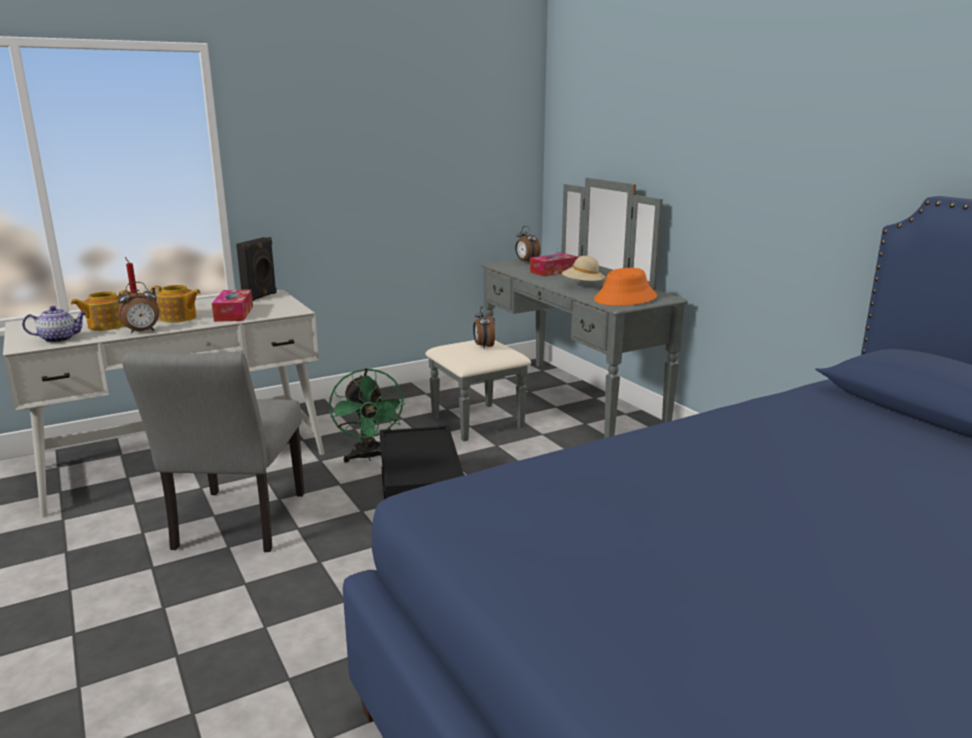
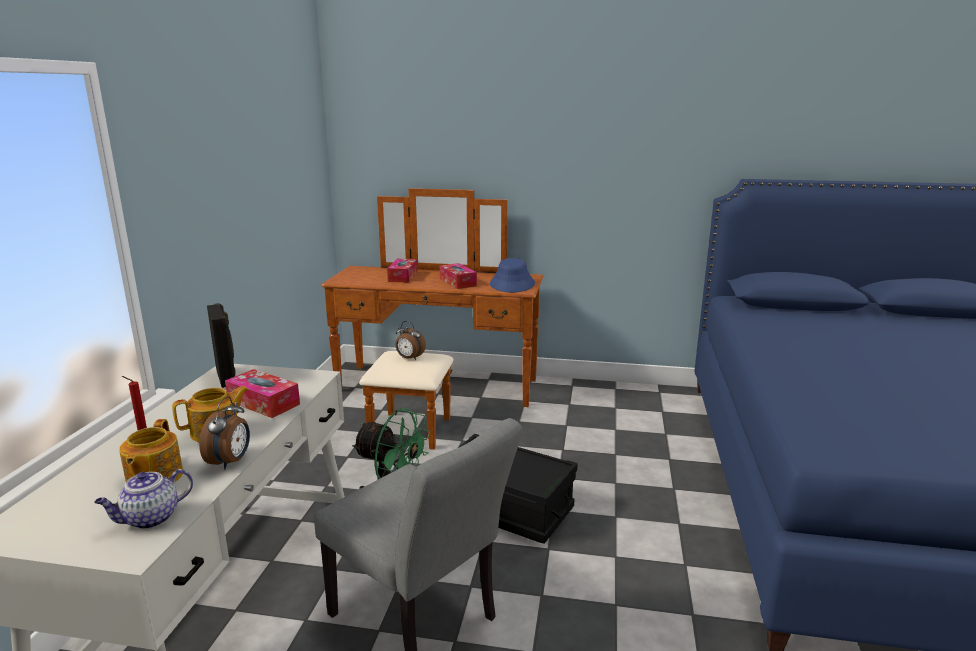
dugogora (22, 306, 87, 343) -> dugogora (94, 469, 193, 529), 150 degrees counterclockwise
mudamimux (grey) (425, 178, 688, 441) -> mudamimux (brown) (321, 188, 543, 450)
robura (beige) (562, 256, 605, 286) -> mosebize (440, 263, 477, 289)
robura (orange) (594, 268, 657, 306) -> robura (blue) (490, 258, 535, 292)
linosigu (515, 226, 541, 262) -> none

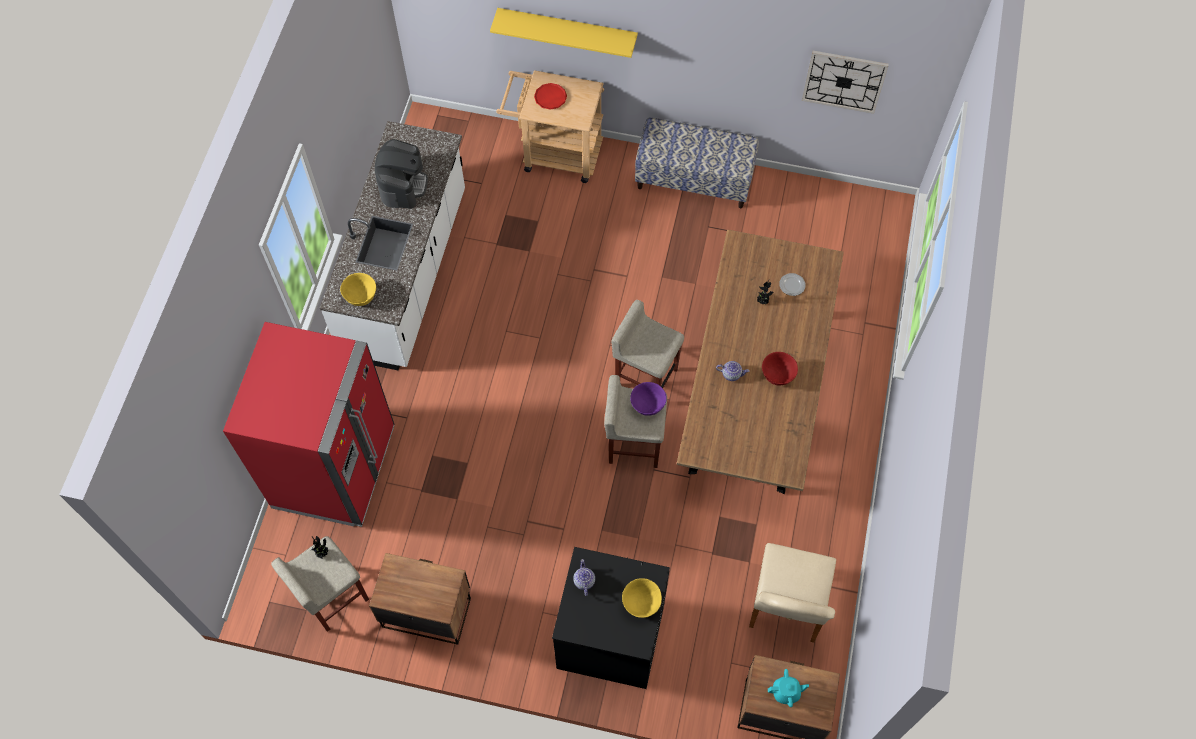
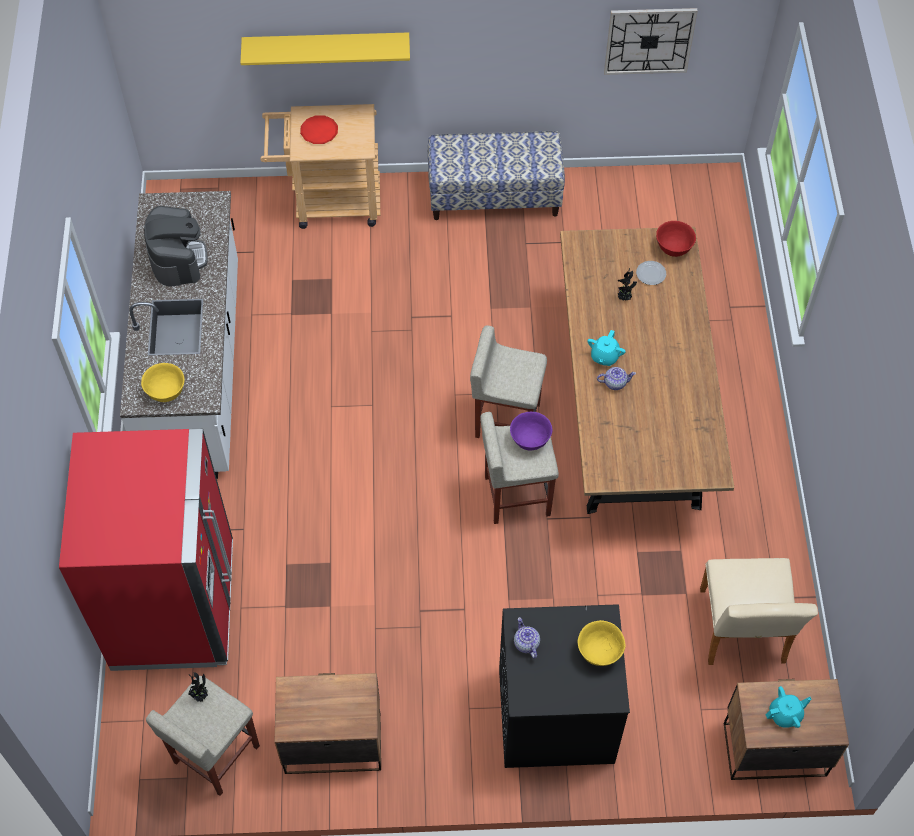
none -> dugogora (turquoise) (587, 330, 626, 366)
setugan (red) (762, 352, 798, 385) -> setugan (red) (656, 221, 696, 257), move

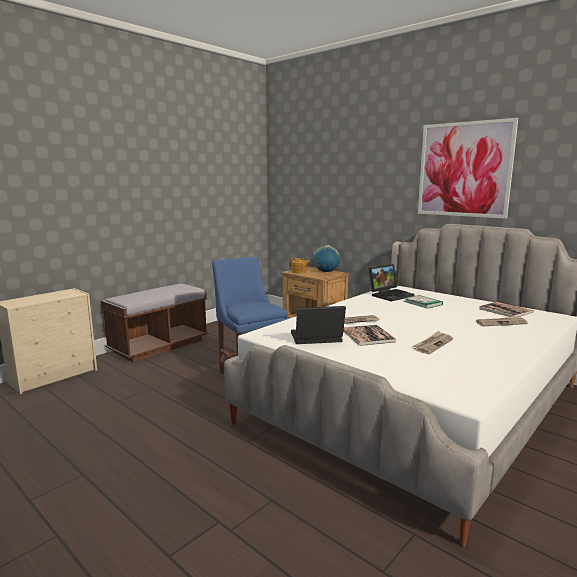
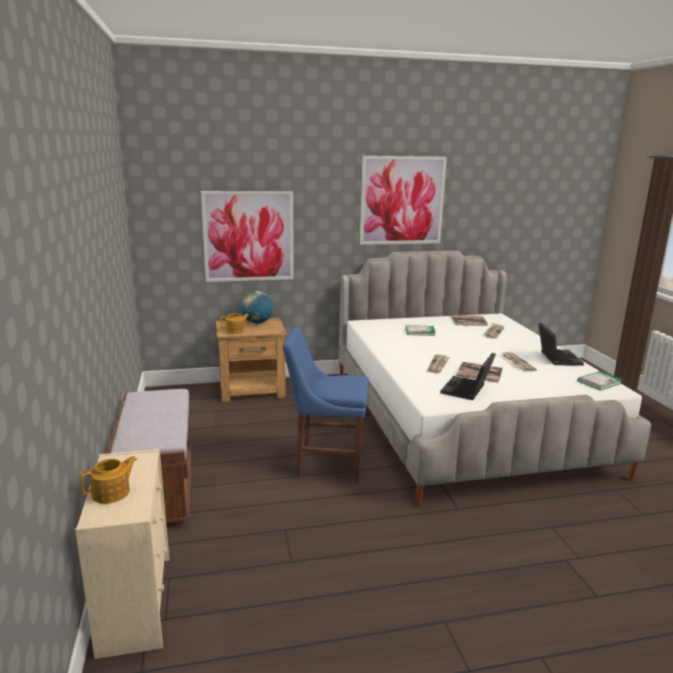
none -> dugogora (79, 456, 138, 504)
none -> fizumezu (201, 191, 294, 282)
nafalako (369, 264, 415, 302) -> nafalako (538, 323, 584, 366), move
none -> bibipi (578, 371, 623, 390)

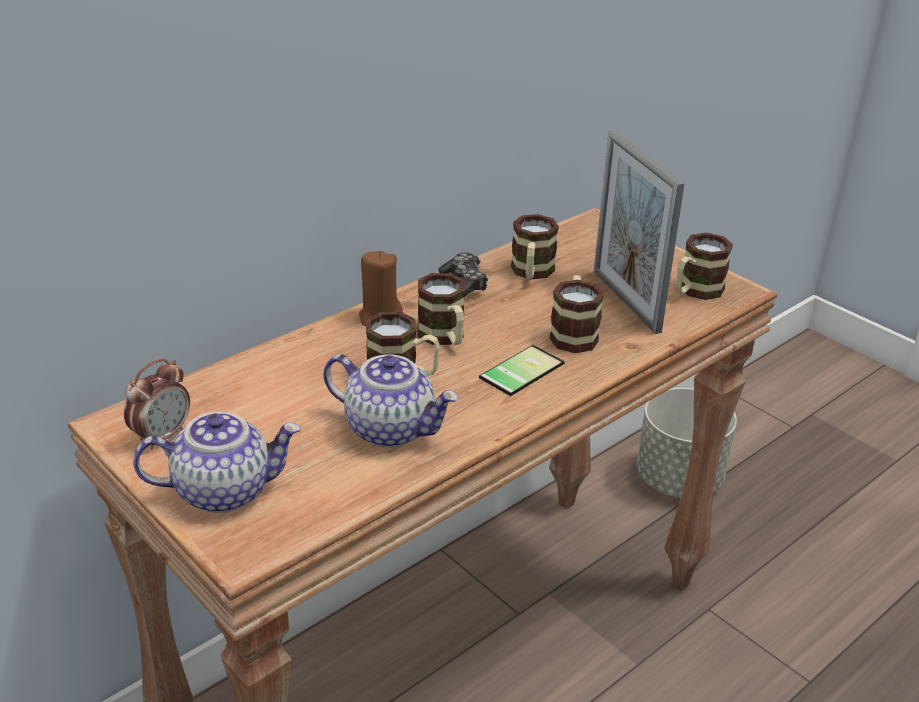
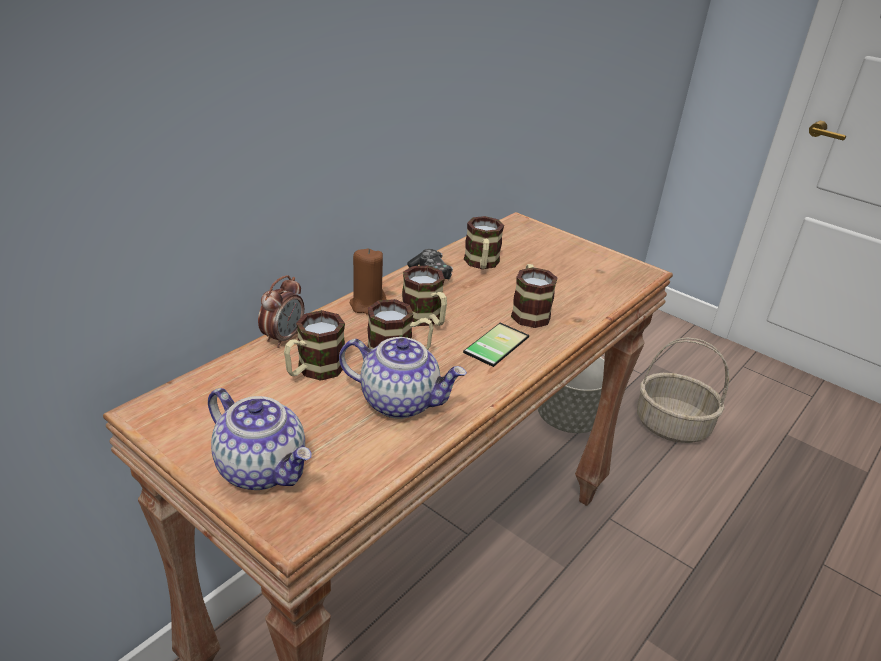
dugogora (133, 412, 301, 513) -> dugogora (208, 388, 311, 490), 60 degrees clockwise
linosigu (124, 358, 190, 450) -> linosigu (258, 275, 304, 348), move
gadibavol (676, 233, 733, 300) -> gadibavol (284, 310, 345, 381), move
none -> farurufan (637, 338, 729, 443)
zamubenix (594, 130, 685, 334) -> none

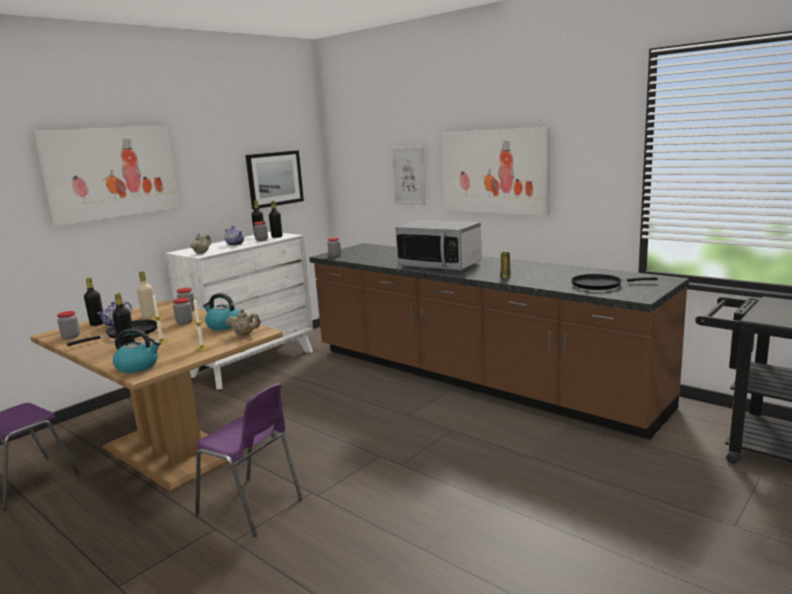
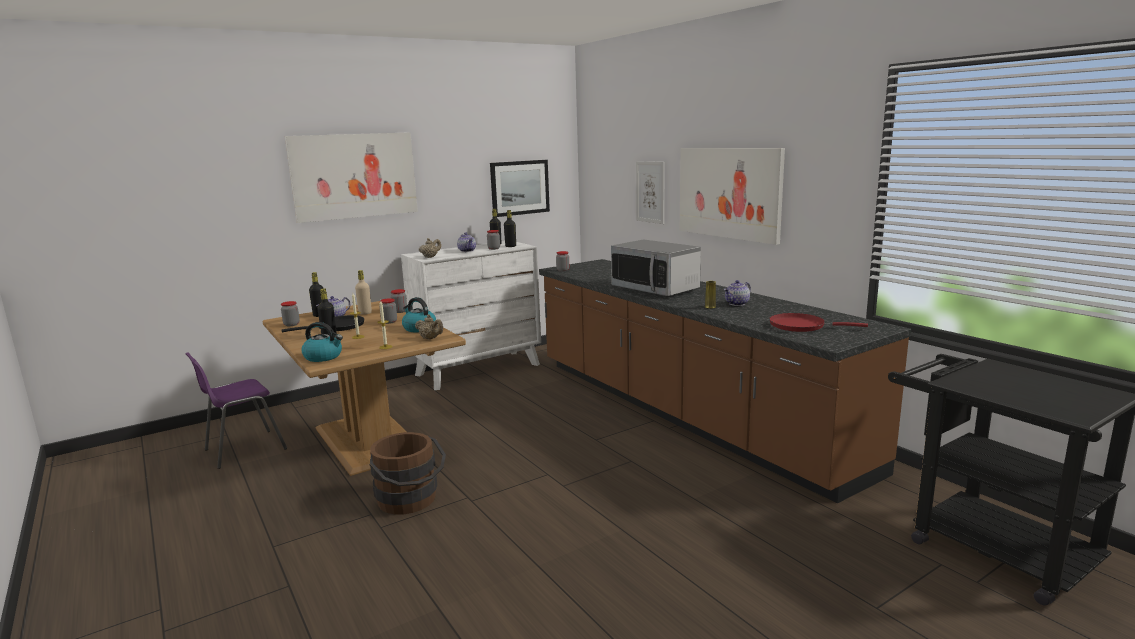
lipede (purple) (195, 383, 303, 537) -> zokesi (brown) (370, 432, 446, 514)
none -> dugogora (724, 280, 751, 306)
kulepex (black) (571, 274, 658, 290) -> kulepex (red) (769, 313, 868, 332)

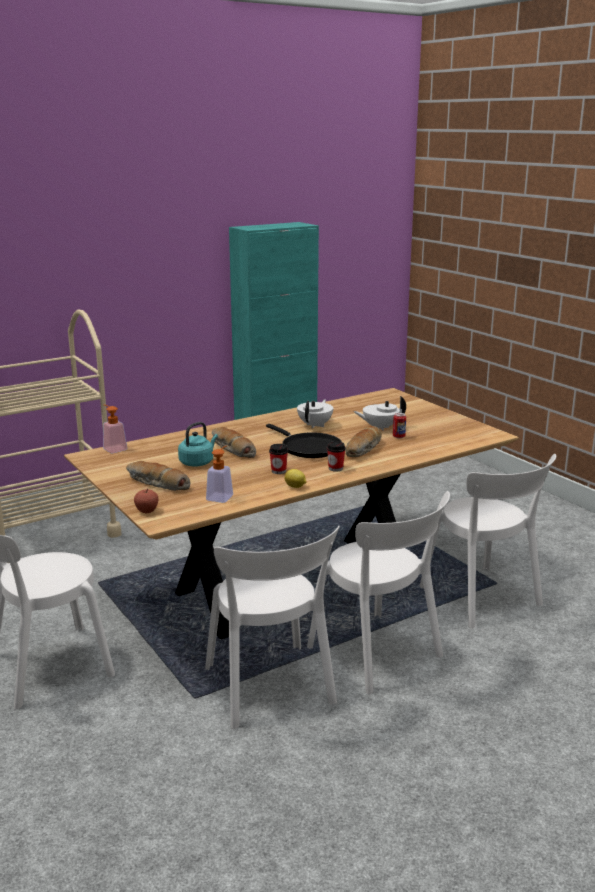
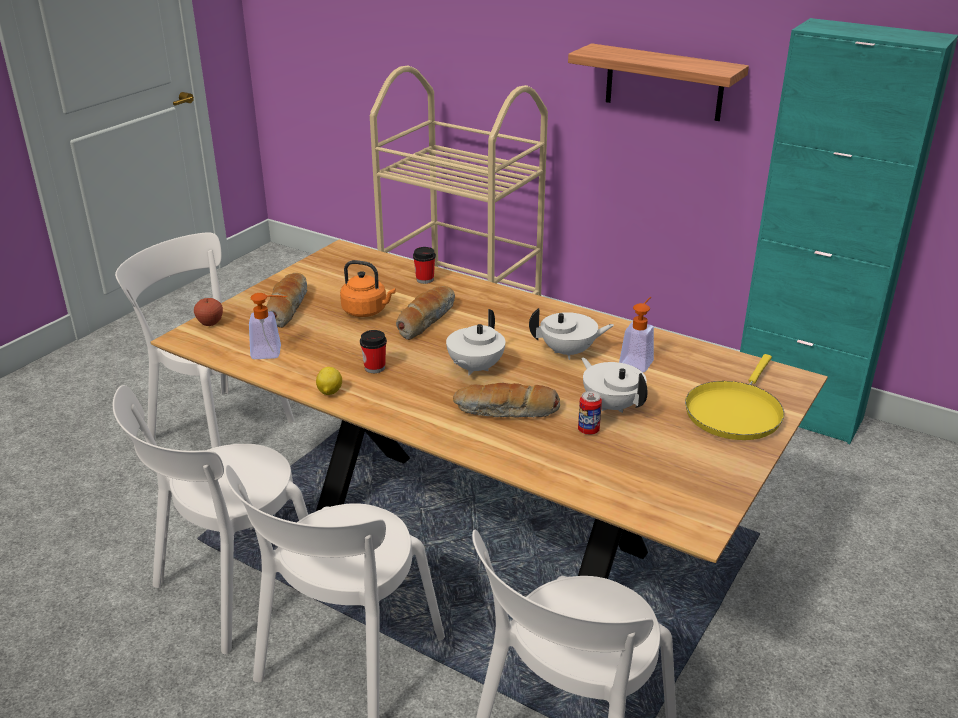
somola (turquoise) (178, 422, 218, 467) -> somola (orange) (340, 260, 396, 317)
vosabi (327, 441, 346, 472) -> vosabi (413, 247, 436, 284), move
kulepex (black) (266, 424, 342, 458) -> dugogora (white) (446, 309, 505, 376)
none -> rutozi (568, 43, 749, 121)
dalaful (103, 405, 127, 453) -> dalaful (619, 297, 654, 372), move
none -> kulepex (yellow) (685, 354, 784, 440)

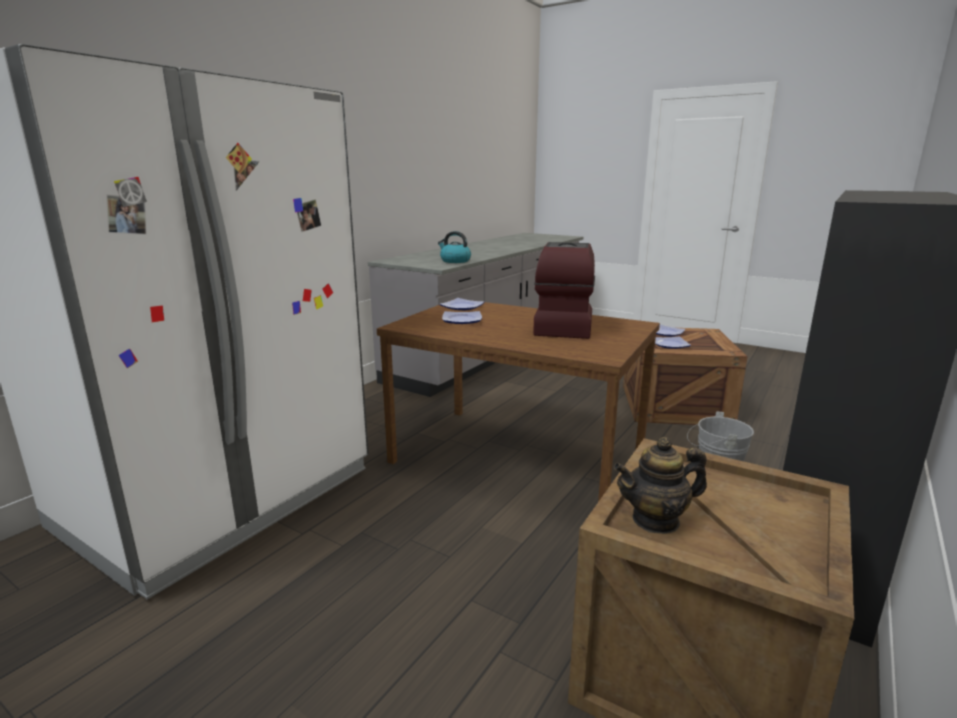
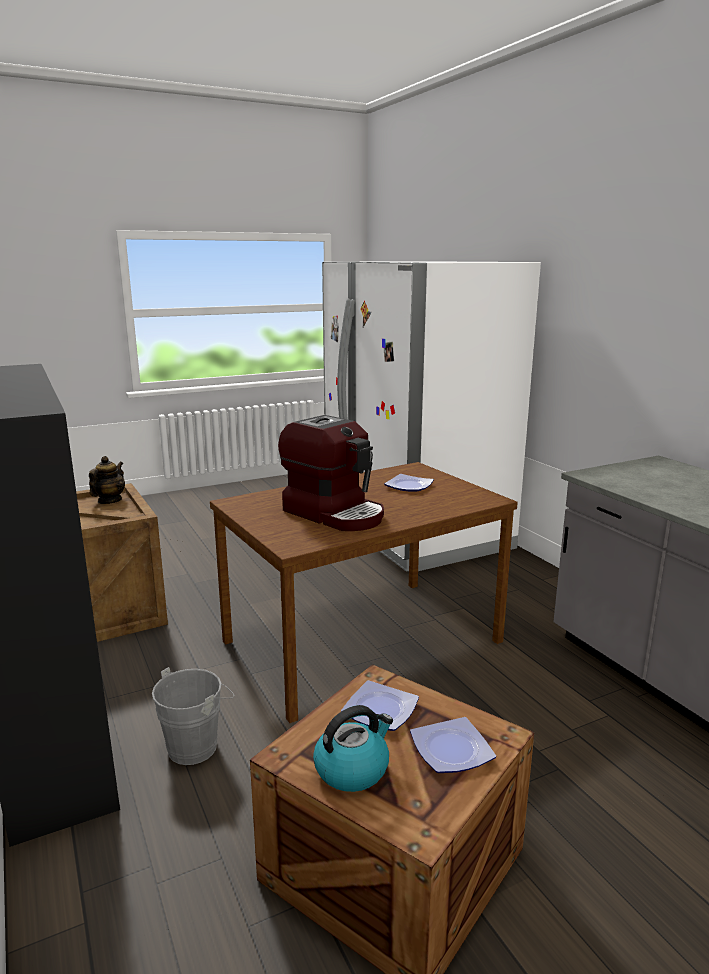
somola (438, 231, 471, 263) -> somola (313, 705, 393, 792), move
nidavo (440, 298, 485, 310) -> none

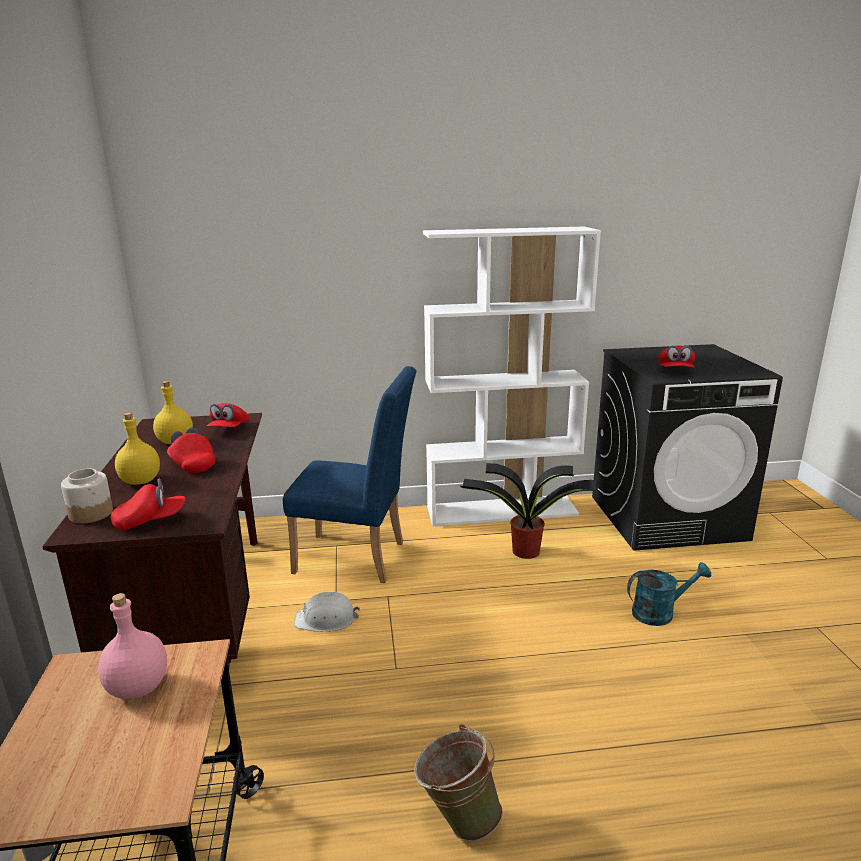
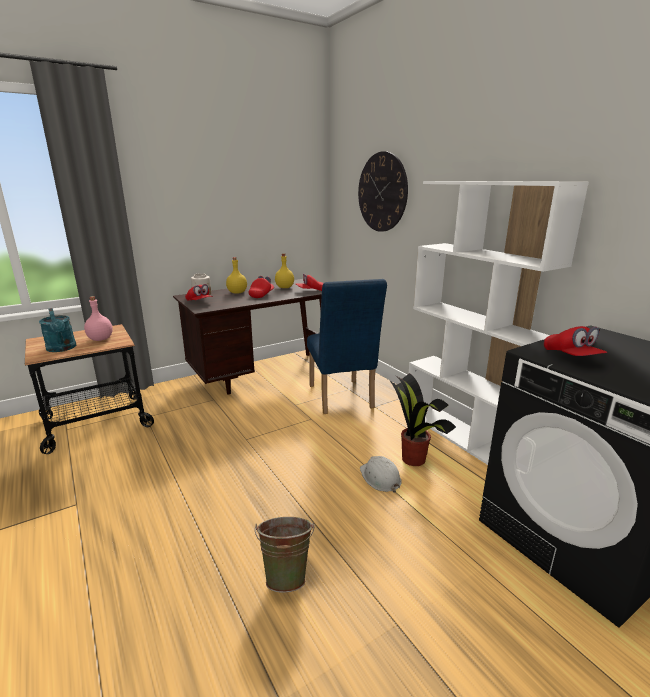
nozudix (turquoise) (627, 562, 712, 626) -> nozudix (turquoise) (39, 308, 76, 352), move
zokesi (green) (414, 724, 503, 842) -> zokesi (green) (255, 517, 315, 593), move
none -> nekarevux (358, 151, 408, 232)
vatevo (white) (294, 592, 360, 632) -> vatevo (white) (360, 456, 401, 493), move
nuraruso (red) (658, 345, 695, 368) -> nuraruso (red) (544, 326, 607, 356), 90 degrees counterclockwise

